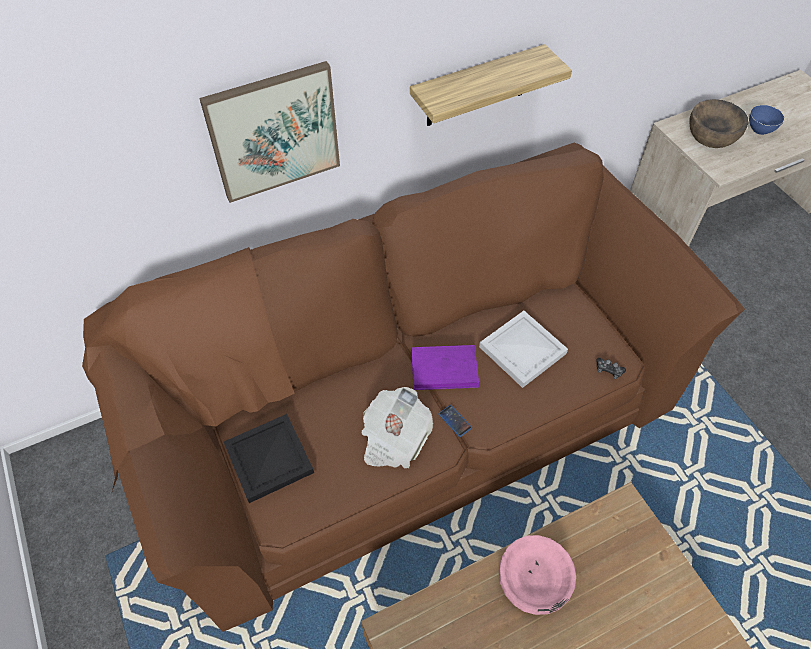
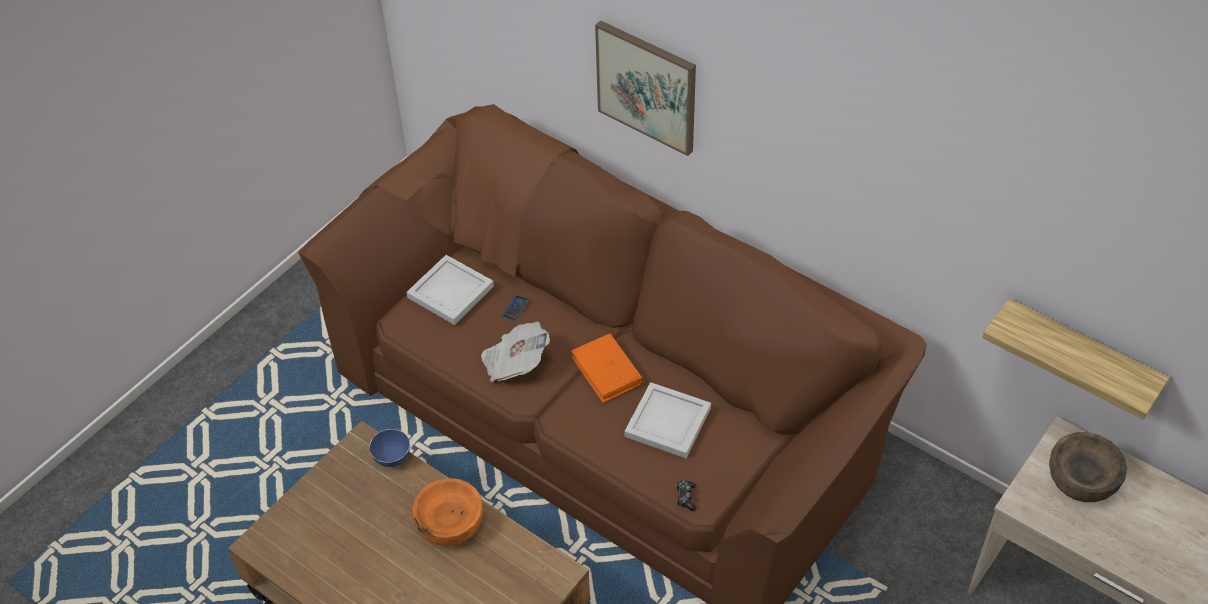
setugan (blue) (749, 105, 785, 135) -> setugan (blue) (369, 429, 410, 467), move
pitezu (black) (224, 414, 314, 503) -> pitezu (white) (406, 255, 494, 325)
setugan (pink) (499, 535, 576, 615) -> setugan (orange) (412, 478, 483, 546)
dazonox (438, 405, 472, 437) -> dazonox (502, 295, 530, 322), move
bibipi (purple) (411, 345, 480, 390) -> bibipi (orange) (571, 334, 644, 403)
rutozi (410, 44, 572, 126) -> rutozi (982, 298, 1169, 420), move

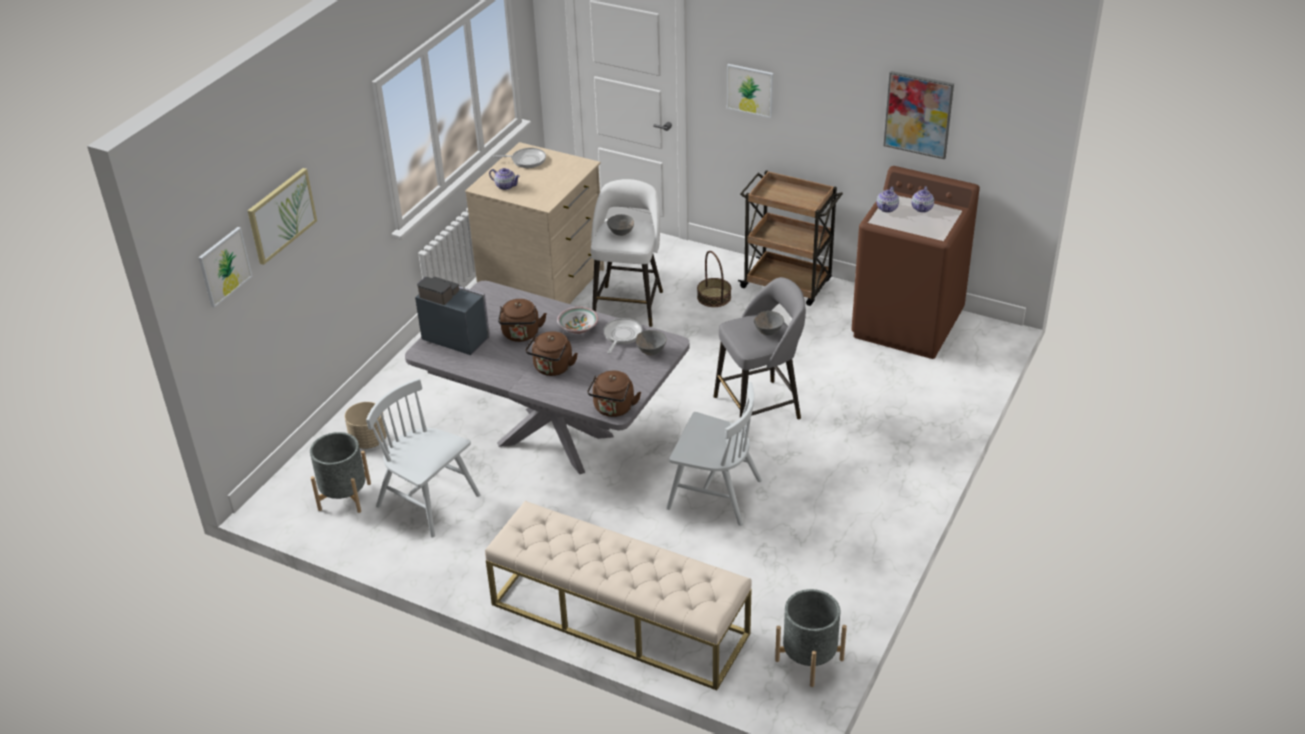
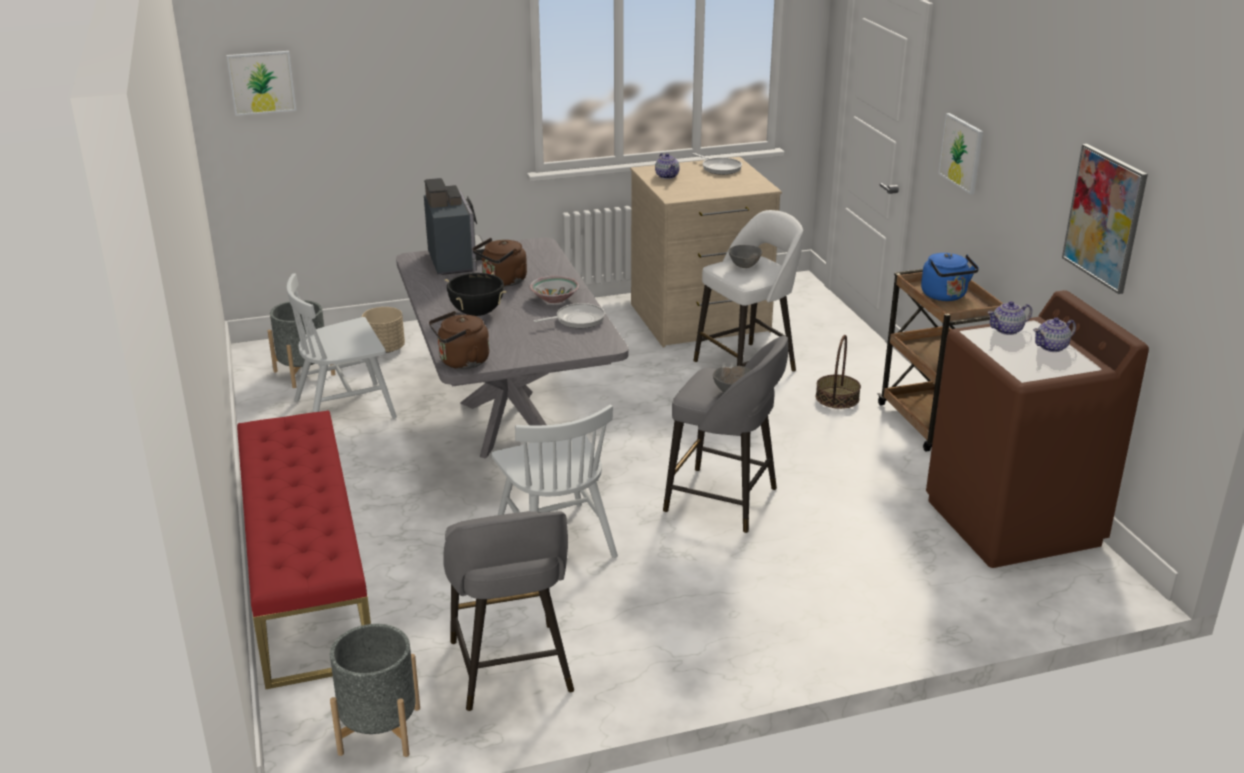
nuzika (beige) (485, 501, 752, 690) -> nuzika (red) (237, 411, 371, 689)
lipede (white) (366, 378, 480, 537) -> lipede (white) (287, 273, 397, 418), 105 degrees counterclockwise
none -> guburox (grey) (443, 511, 574, 711)
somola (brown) (525, 331, 578, 376) -> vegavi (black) (445, 272, 507, 316)
none -> somola (blue) (921, 253, 979, 301)
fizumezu (248, 168, 317, 265) -> none
setugan (grey) (636, 330, 667, 355) -> none

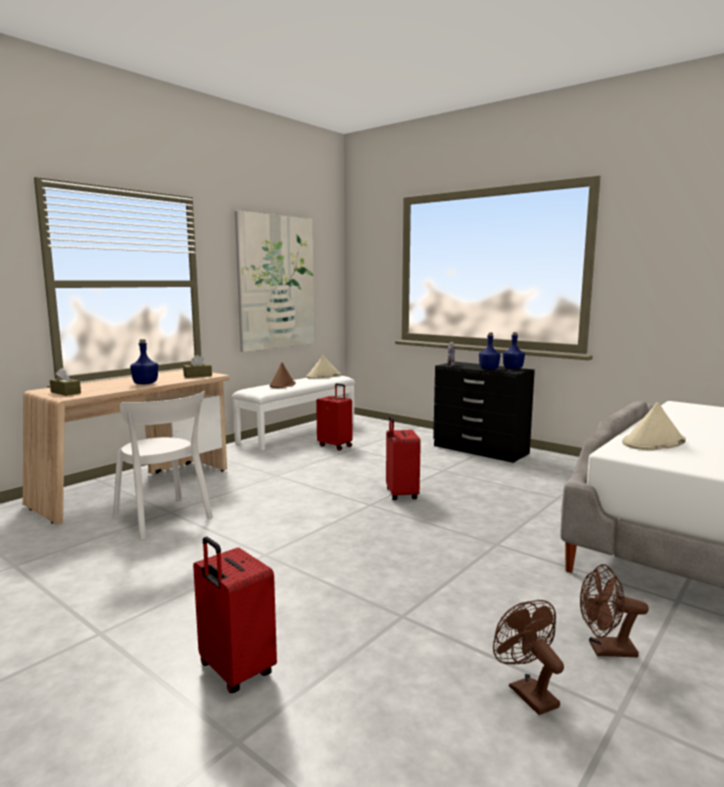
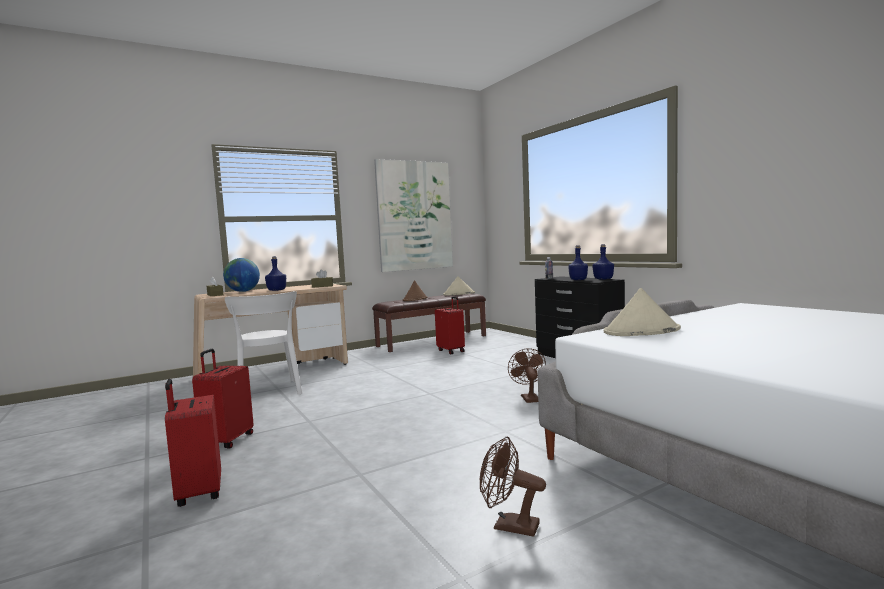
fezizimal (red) (386, 416, 421, 500) -> fezizimal (red) (192, 349, 253, 448), move
none -> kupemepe (223, 258, 260, 292)
nuzika (white) (232, 376, 355, 451) -> nuzika (brown) (372, 293, 486, 352)
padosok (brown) (493, 600, 564, 715) -> padosok (brown) (508, 348, 546, 403), move

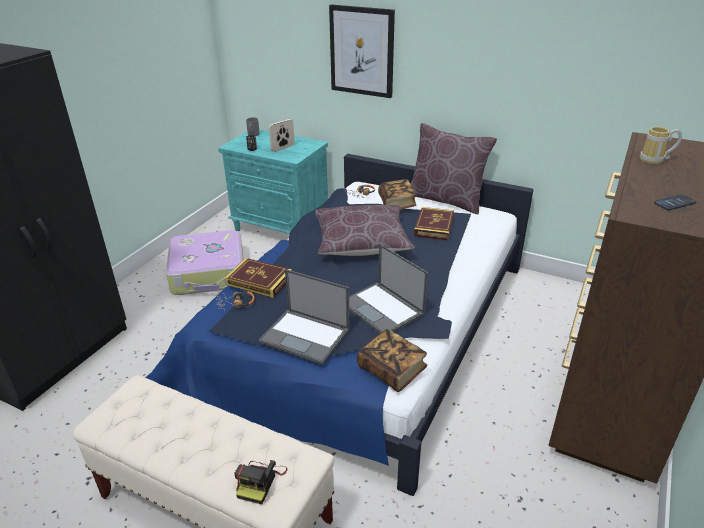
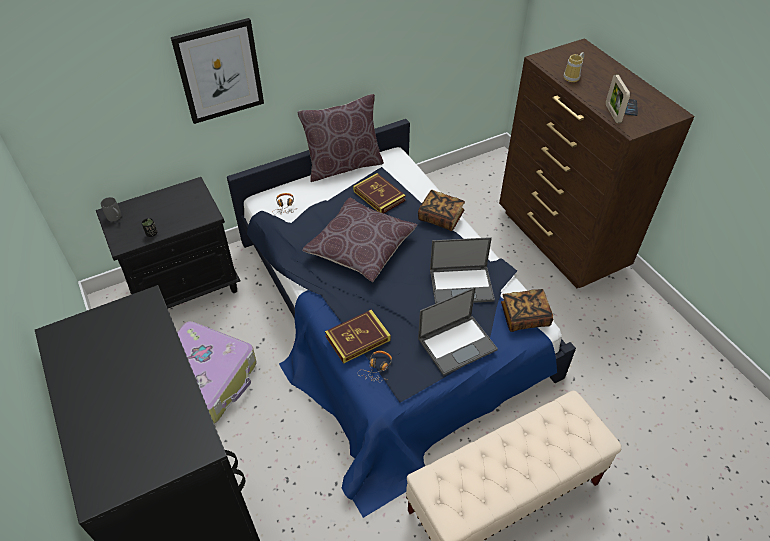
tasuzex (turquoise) (218, 129, 328, 234) -> tasuzex (black) (96, 177, 240, 308)
bibipi (378, 179, 416, 210) -> bibipi (418, 190, 465, 231), move
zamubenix (269, 119, 295, 152) -> zamubenix (606, 74, 630, 123), move
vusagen (234, 460, 287, 504) -> none

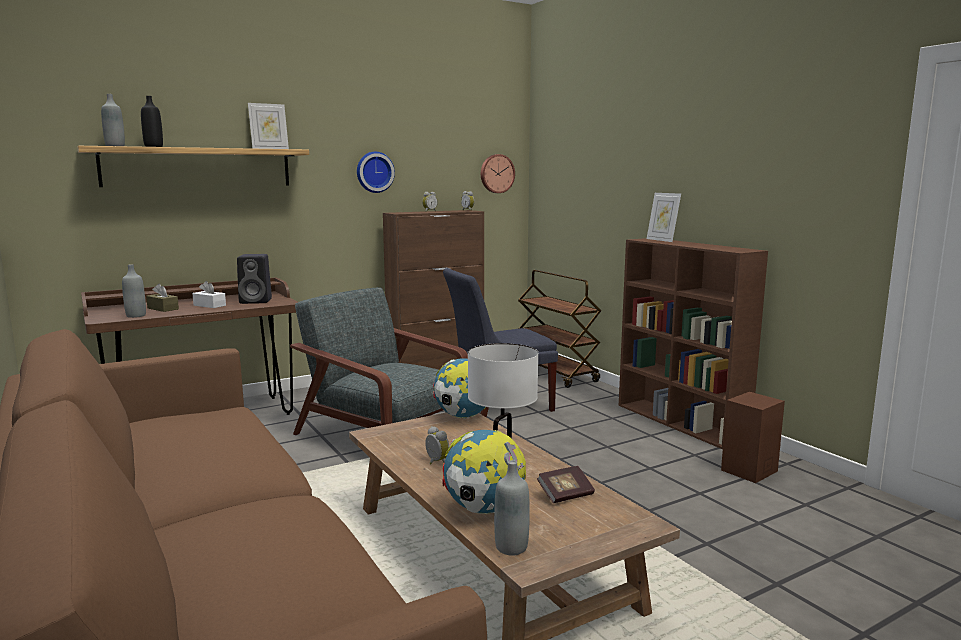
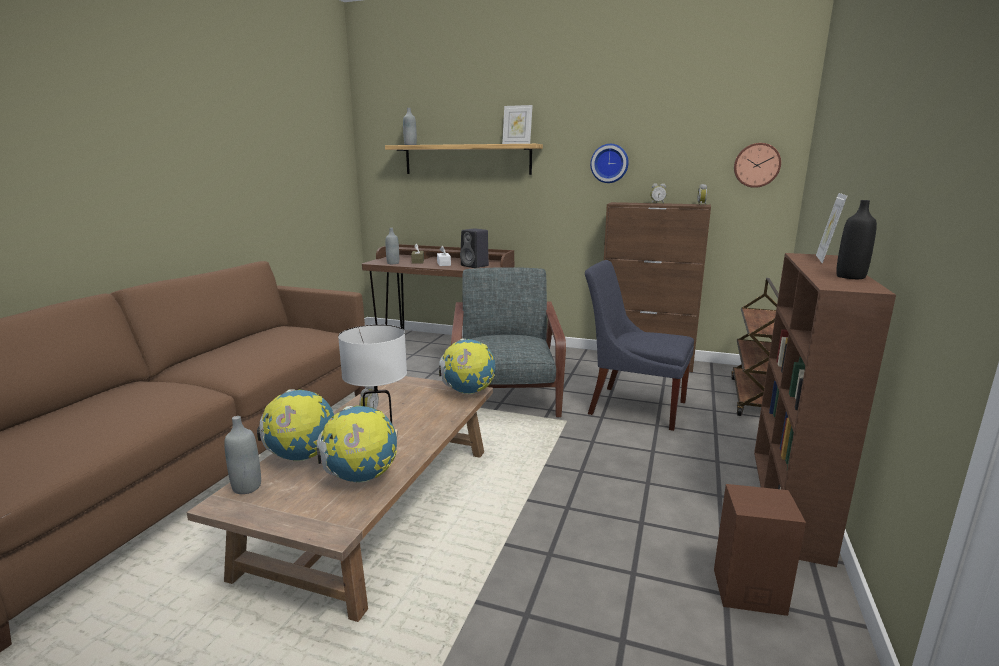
bibipi (537, 466, 595, 503) -> kupemepe (317, 405, 397, 483)
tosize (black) (141, 96, 163, 147) -> tosize (black) (836, 200, 877, 279), move

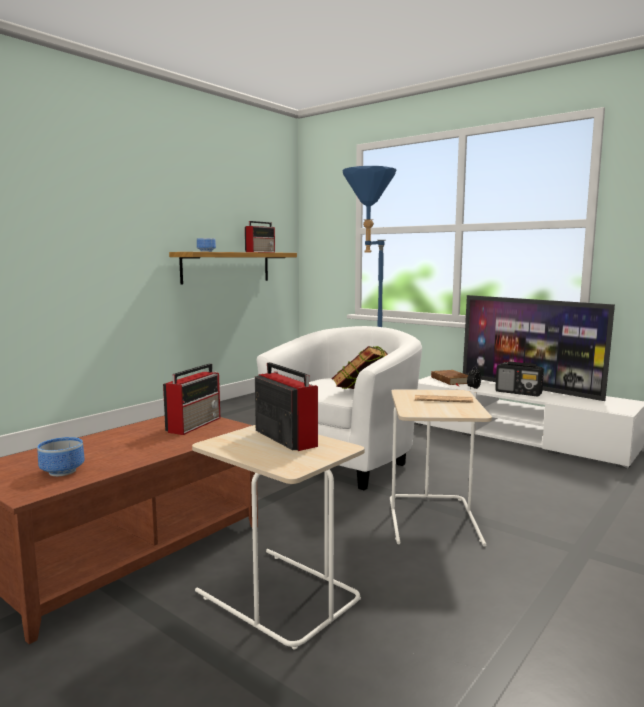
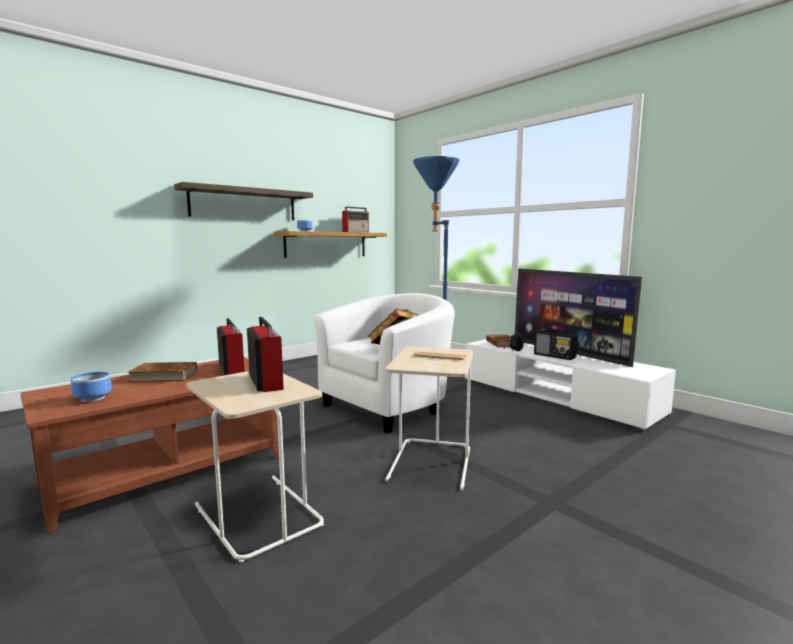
none -> bibipi (brown) (127, 362, 197, 382)
none -> rutozi (174, 182, 313, 220)
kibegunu (163, 363, 220, 435) -> kibegunu (217, 318, 244, 375), 60 degrees counterclockwise

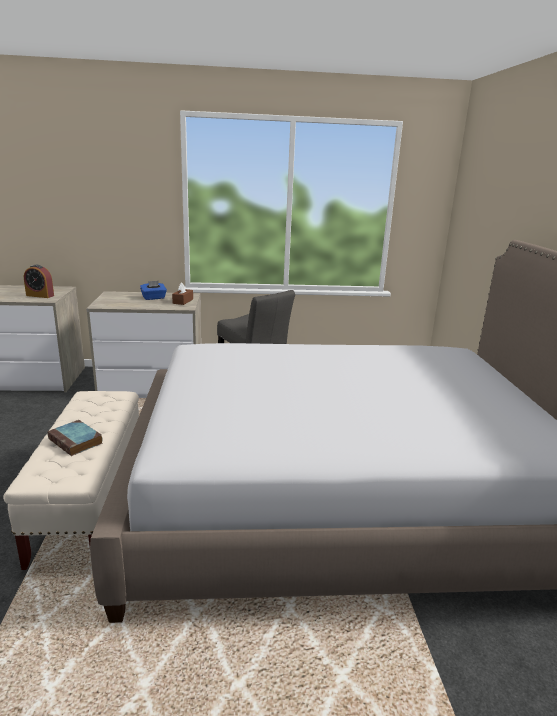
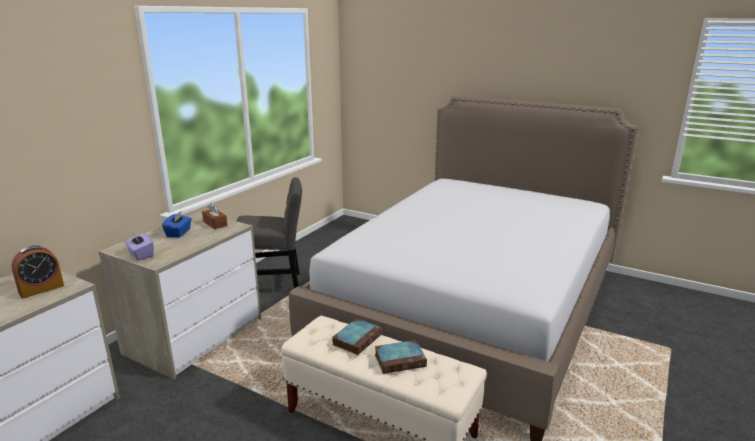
none -> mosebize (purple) (125, 233, 154, 261)
none -> bibipi (332, 318, 382, 355)

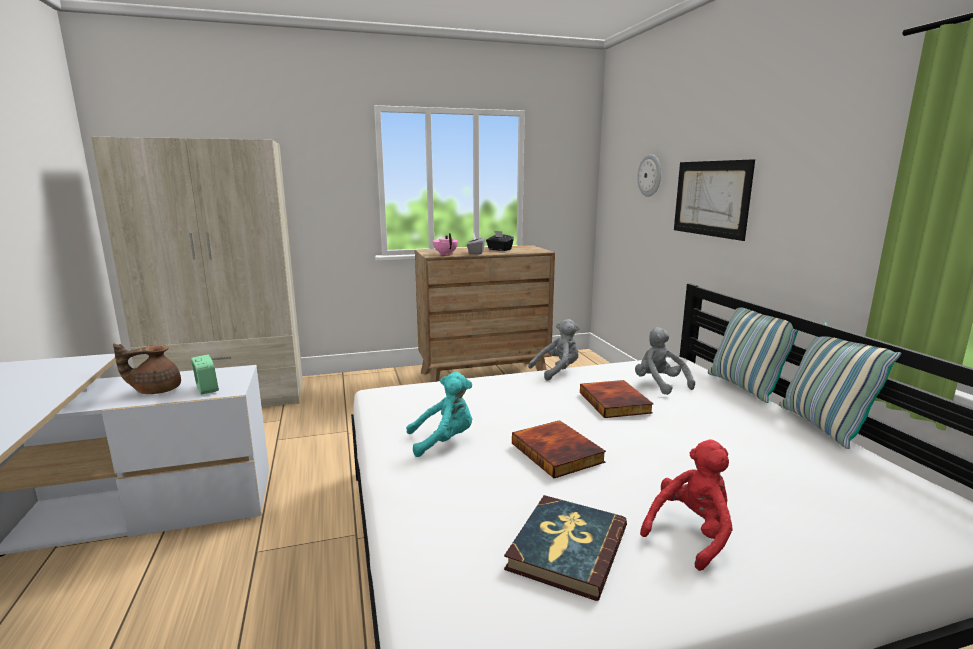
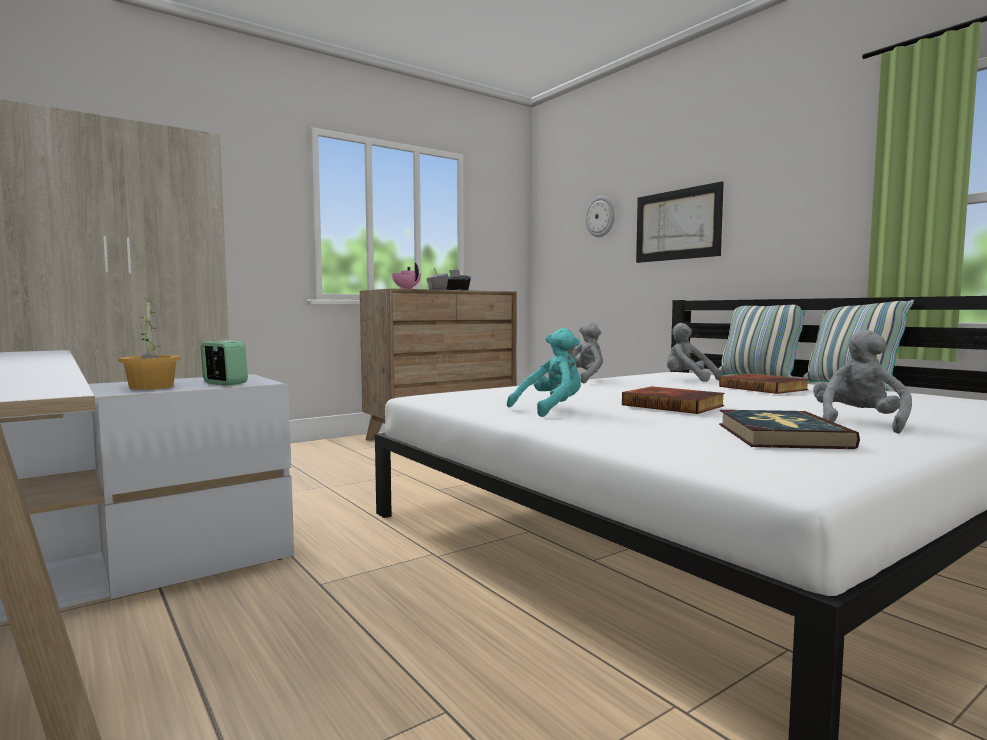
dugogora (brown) (113, 344, 181, 394) -> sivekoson (118, 297, 181, 390)
bibipi (580, 380, 653, 418) -> bibipi (719, 374, 809, 394), move
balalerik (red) (640, 439, 733, 571) -> balalerik (grey) (813, 330, 912, 434)

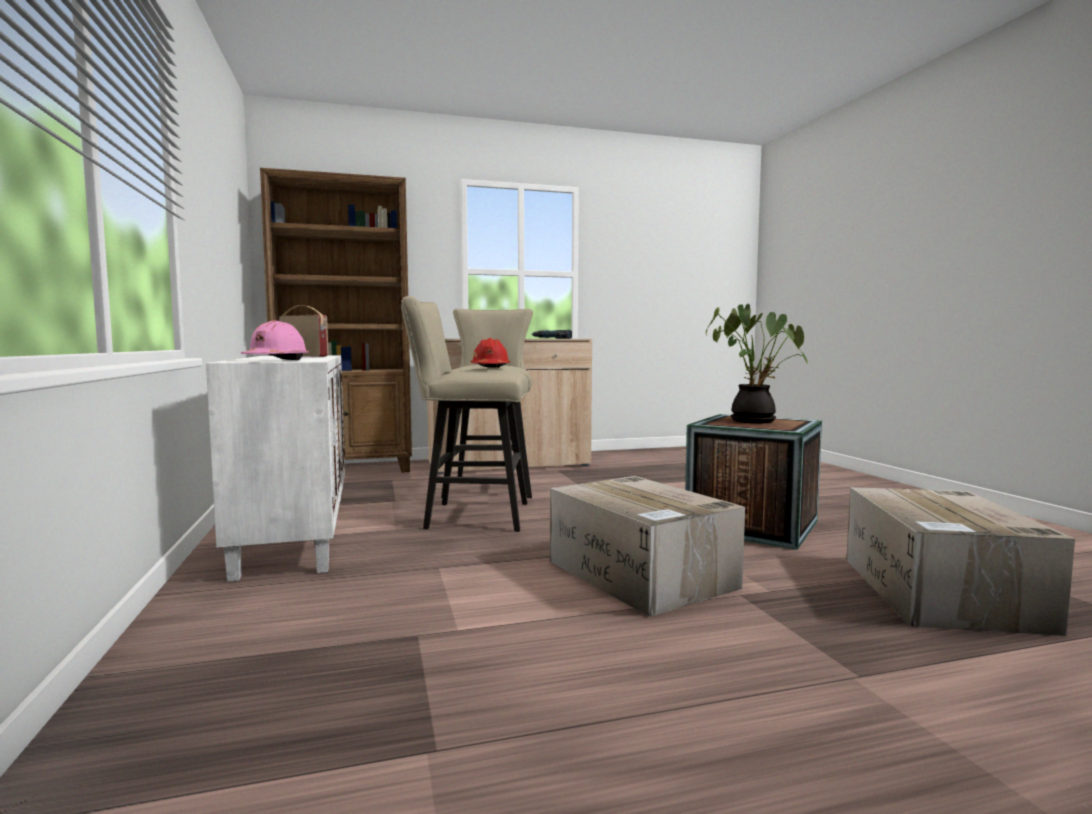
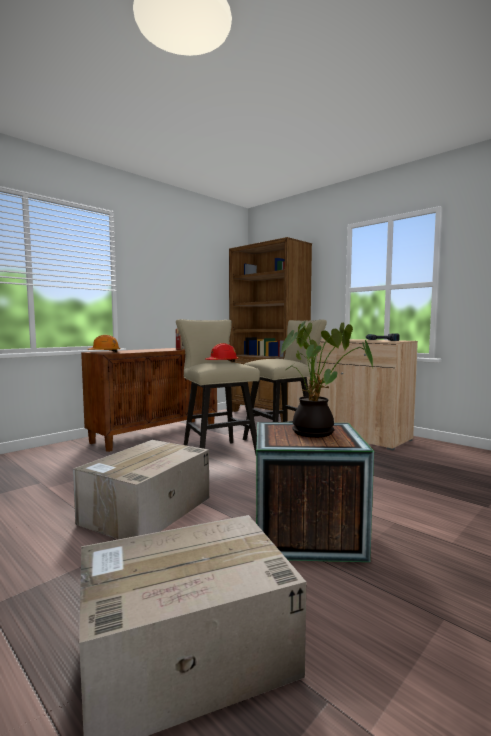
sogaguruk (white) (206, 355, 345, 582) -> sogaguruk (brown) (81, 348, 217, 452)
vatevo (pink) (241, 321, 309, 360) -> vatevo (orange) (87, 335, 121, 352)

